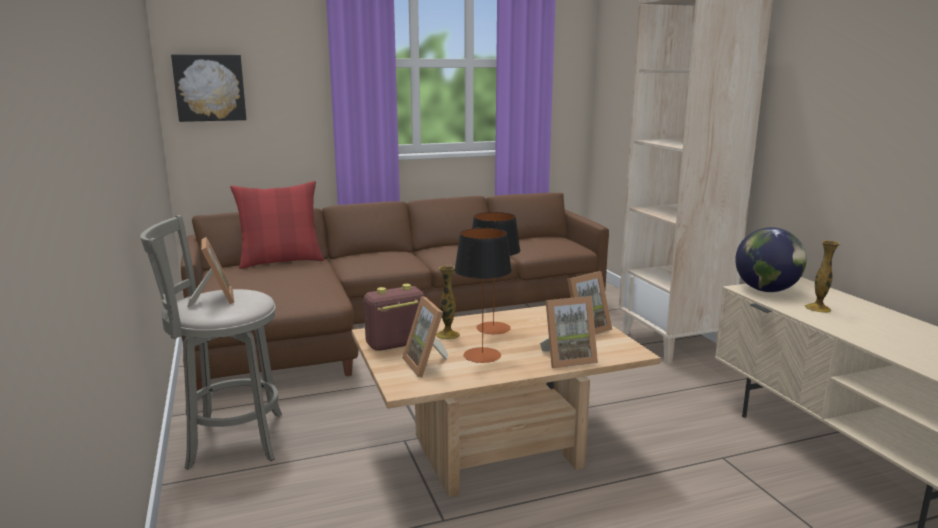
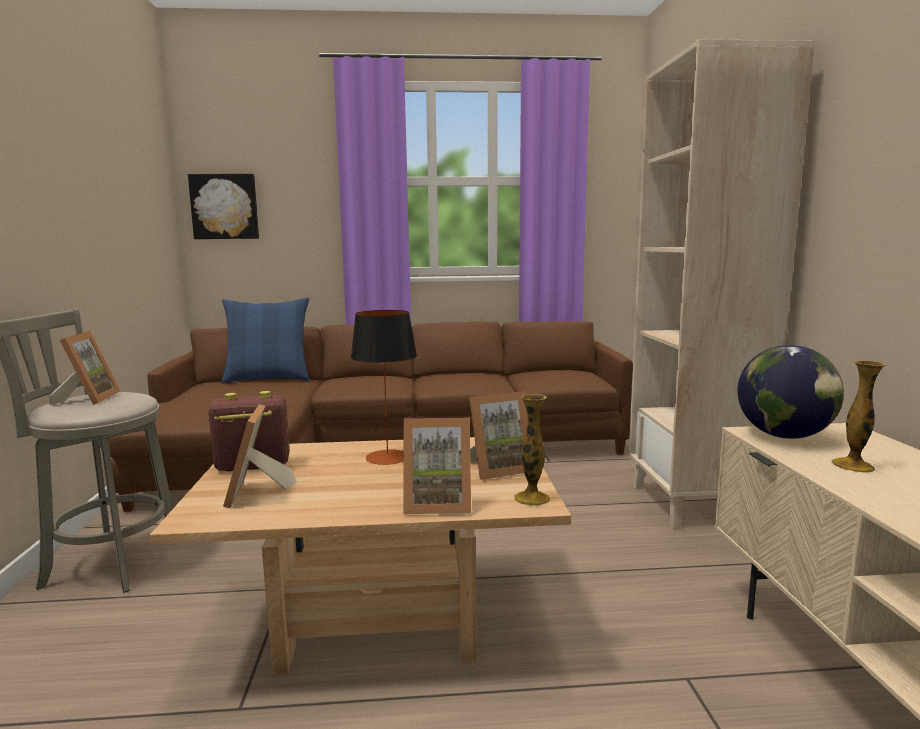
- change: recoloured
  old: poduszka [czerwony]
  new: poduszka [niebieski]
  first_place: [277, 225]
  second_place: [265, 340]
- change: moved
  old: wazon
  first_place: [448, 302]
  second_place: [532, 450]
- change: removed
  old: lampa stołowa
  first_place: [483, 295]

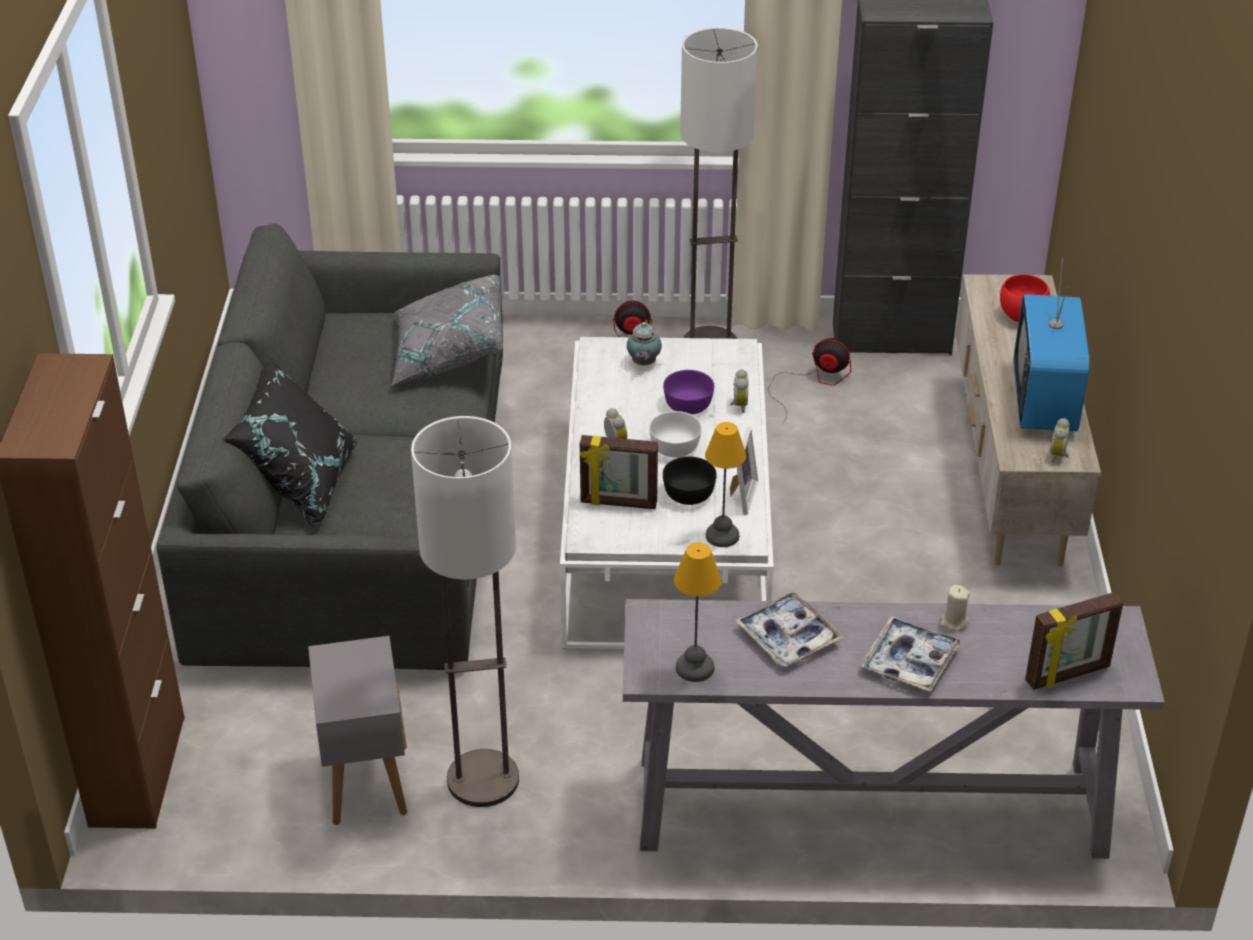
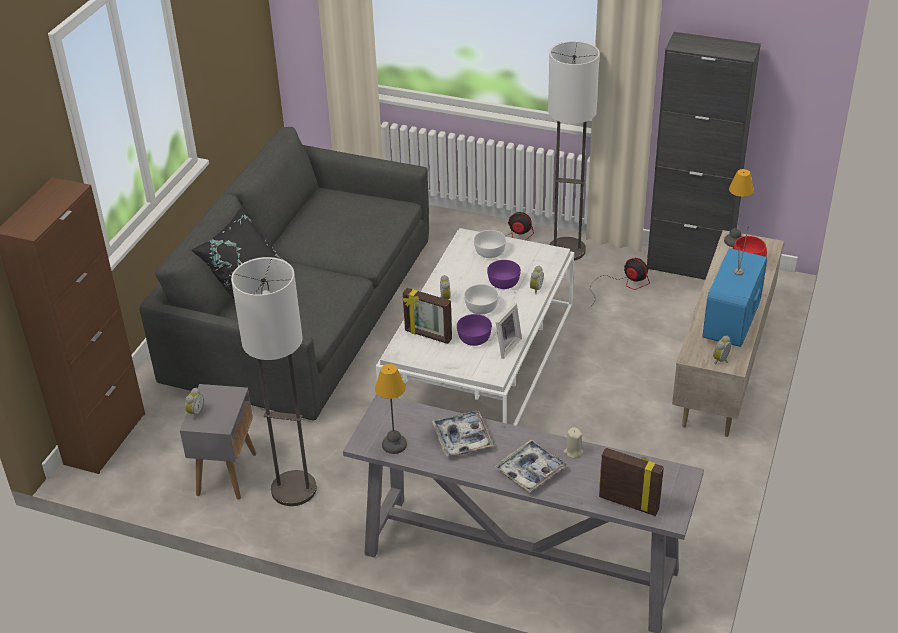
- change: added
  new: budzik
  second_place: [194, 403]
- change: recoloured
  old: miska [czarny]
  new: miska [fioletowy]
  first_place: [690, 481]
  second_place: [474, 330]
- change: replaced
  old: imbryk
  new: miska [biały]
  first_place: [644, 343]
  second_place: [490, 244]
- change: turned
  old: ramka na zdjęcie
  first_place: [1074, 641]
  second_place: [631, 482]
  degrees: -150
- change: moved
  old: lampa stołowa
  first_place: [725, 484]
  second_place: [739, 208]
- change: removed
  old: poduszka [szary]
  first_place: [447, 330]

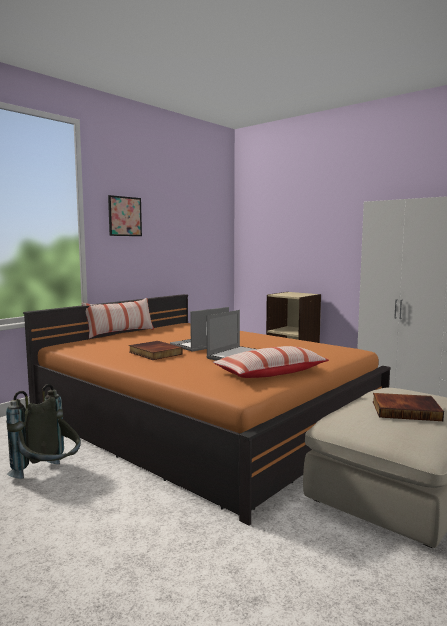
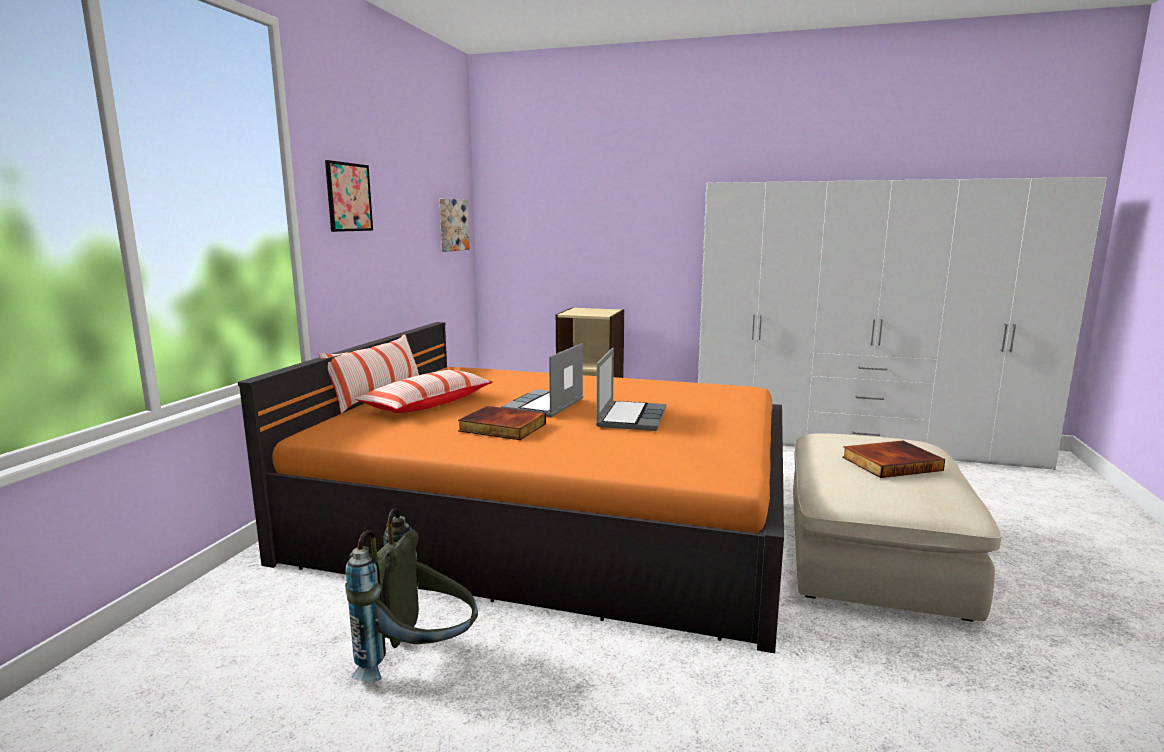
- change: moved
  old: poduszka
  first_place: [271, 362]
  second_place: [424, 391]
- change: added
  new: obraz
  second_place: [454, 225]

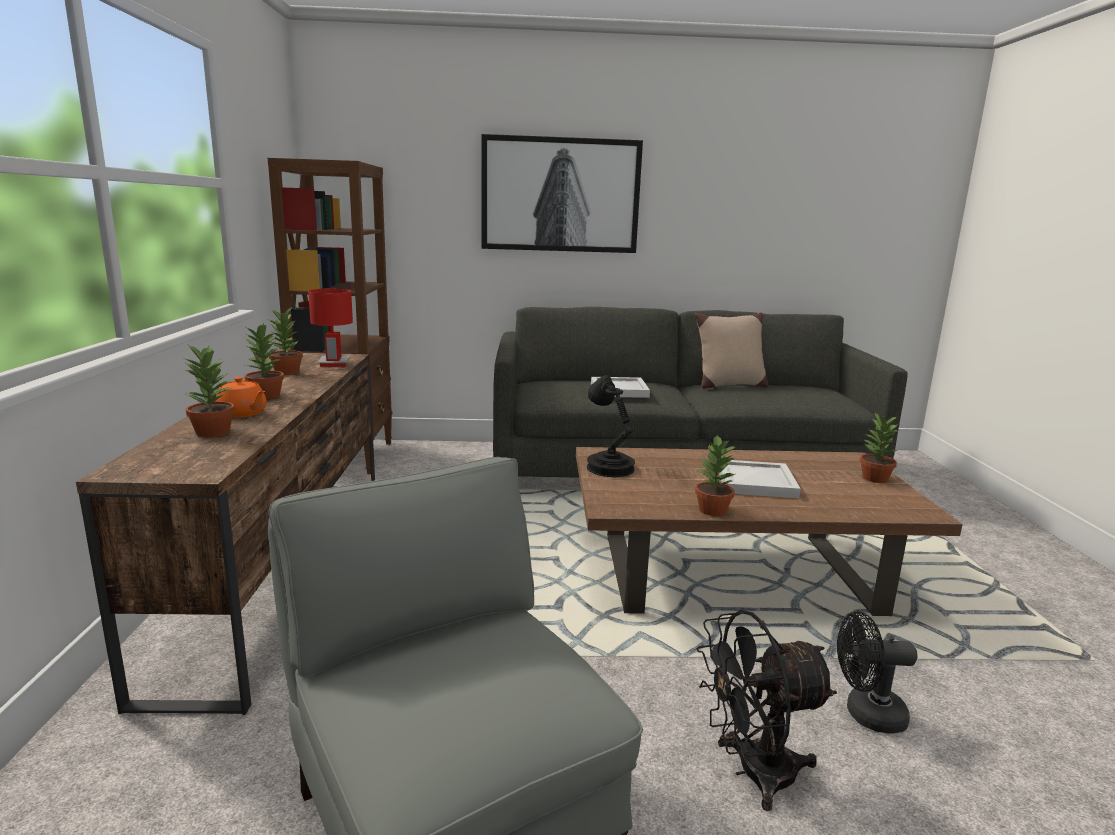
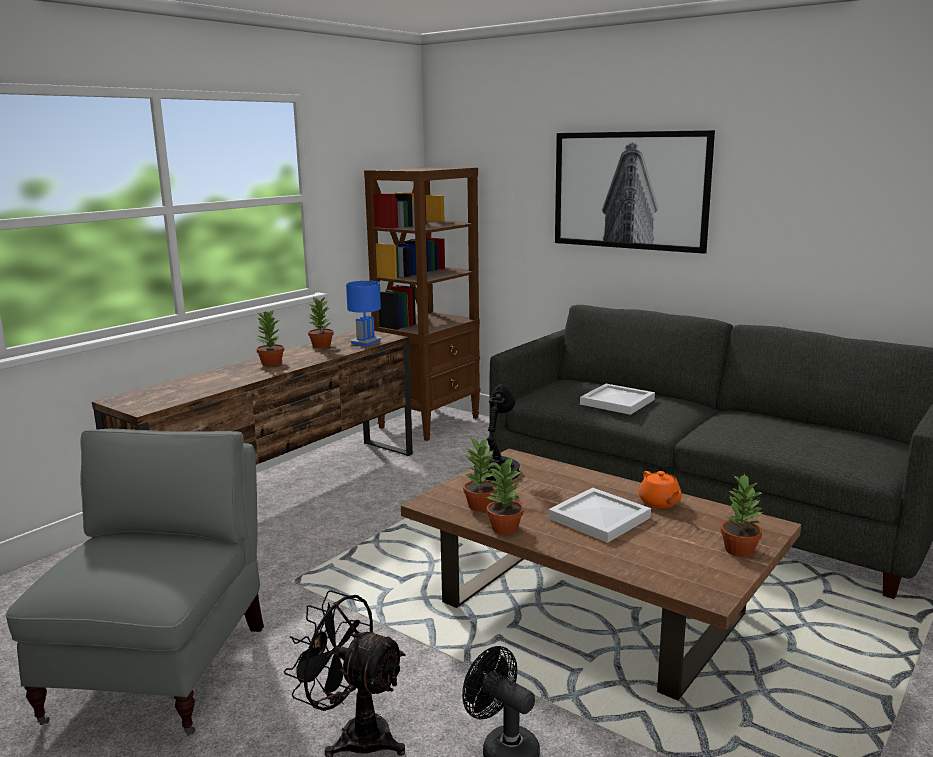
- change: recoloured
  old: lampa stołowa [czerwony]
  new: lampa stołowa [niebieski]
  first_place: [330, 328]
  second_place: [364, 313]
- change: moved
  old: roślina doniczkowa
  first_place: [209, 391]
  second_place: [480, 474]
- change: moved
  old: imbryk [pomarańczowy]
  first_place: [241, 397]
  second_place: [660, 489]
- change: removed
  old: poduszka [beżowy]
  first_place: [732, 350]

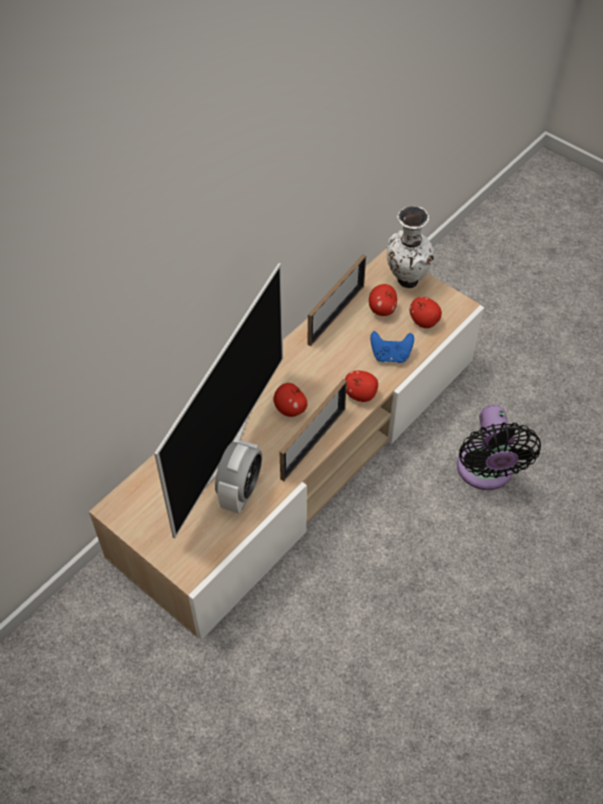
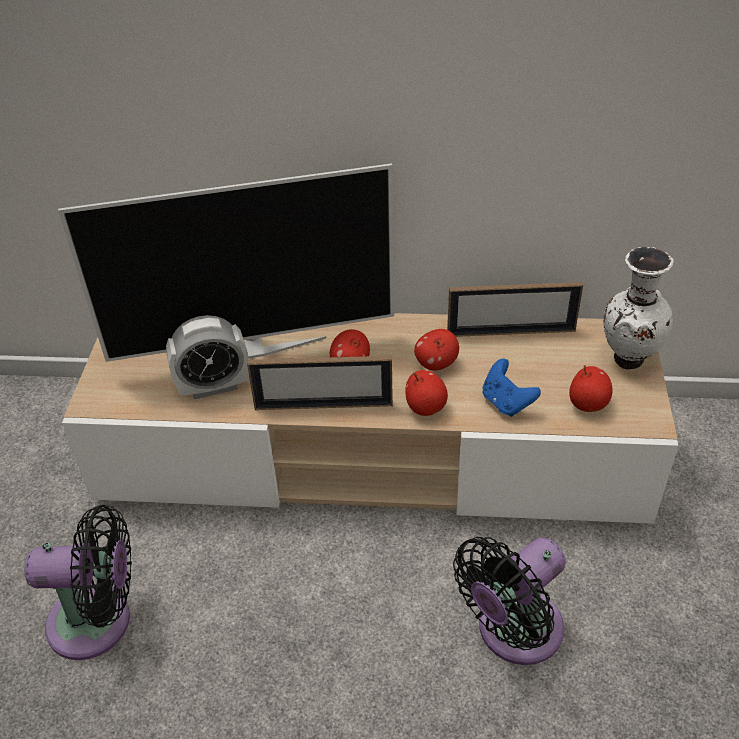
- change: added
  new: wentylator [czarny]
  second_place: [78, 582]
- change: moved
  old: jabłko
  first_place: [383, 300]
  second_place: [436, 349]

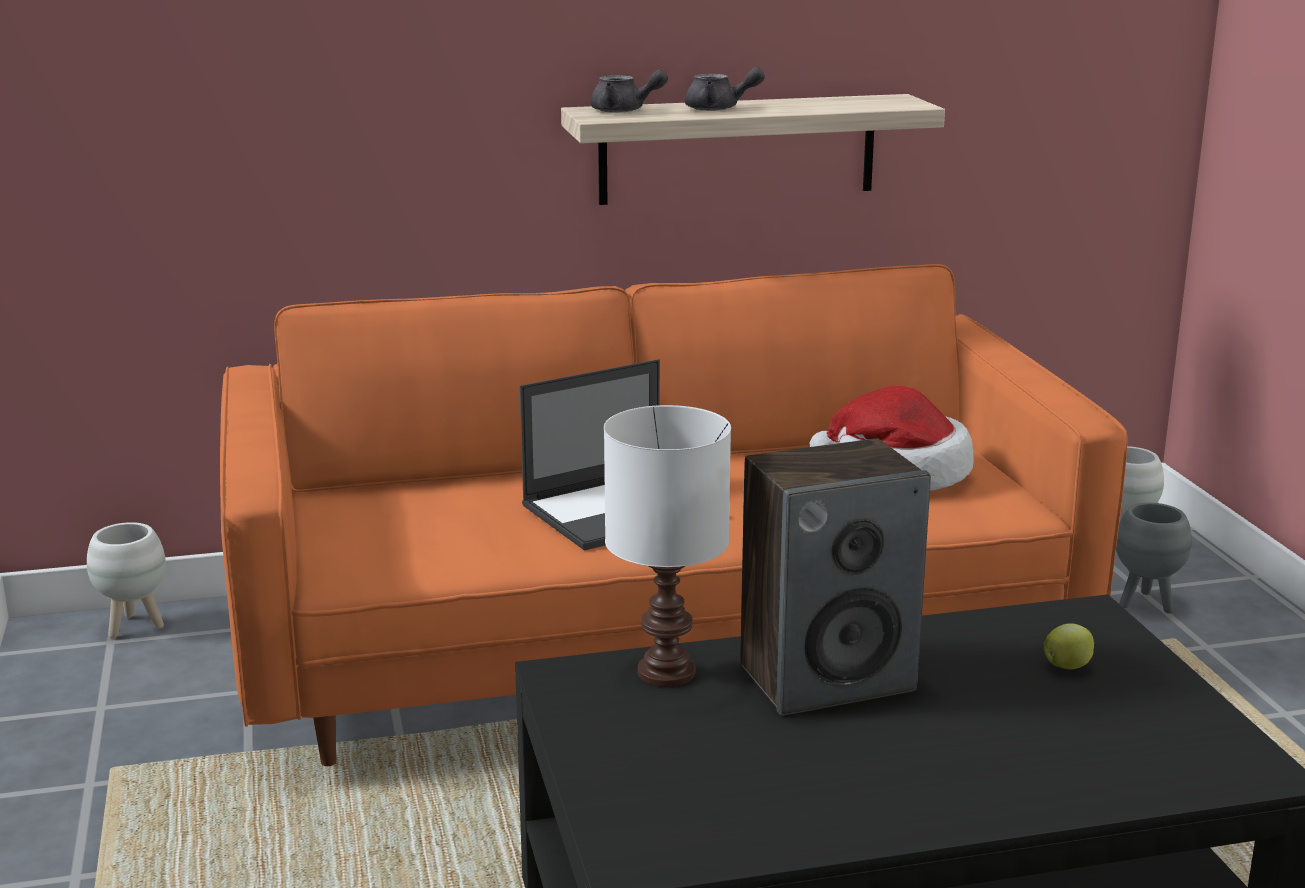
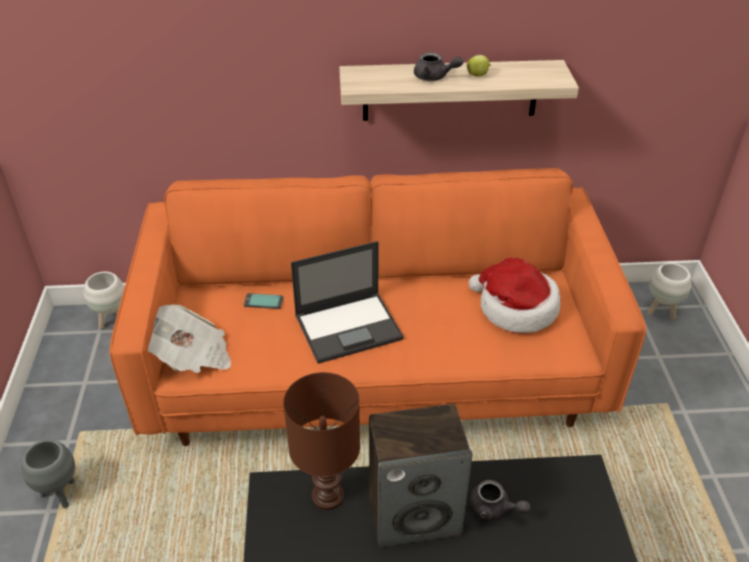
- change: moved
  old: donica [szary]
  first_place: [1154, 558]
  second_place: [48, 473]
- change: added
  new: gazeta
  second_place: [189, 338]
- change: added
  new: telefon
  second_place: [263, 301]
- change: recoloured
  old: lampa stołowa [biały]
  new: lampa stołowa [brązowy]
  first_place: [667, 546]
  second_place: [321, 441]
- change: moved
  old: jabłko
  first_place: [1069, 646]
  second_place: [479, 66]
- change: moved
  old: imbryk [szary]
  first_place: [629, 91]
  second_place: [500, 500]

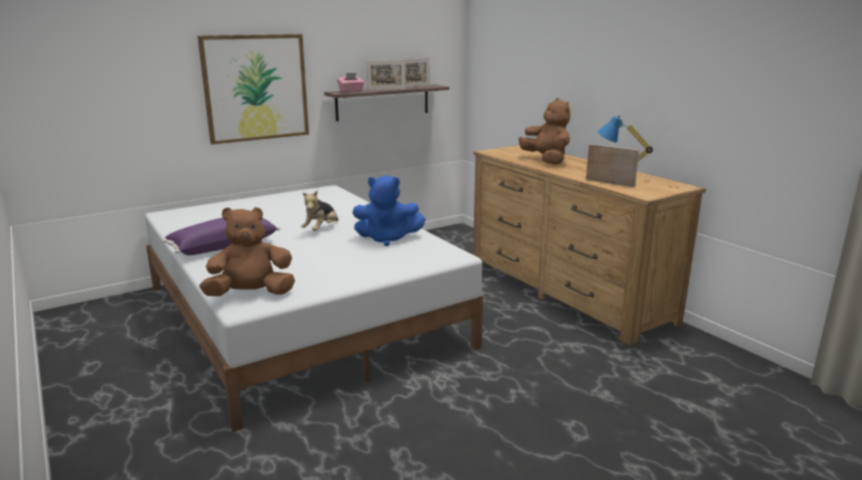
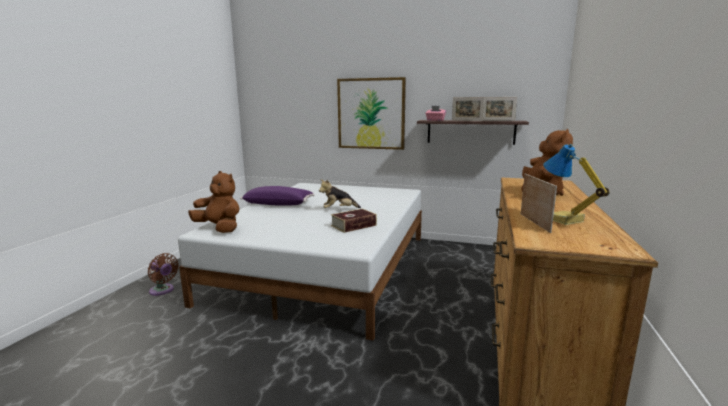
- change: added
  new: wentylator [brązowy]
  second_place: [163, 274]
- change: replaced
  old: pluszak [niebieski]
  new: książka
  first_place: [389, 211]
  second_place: [354, 221]

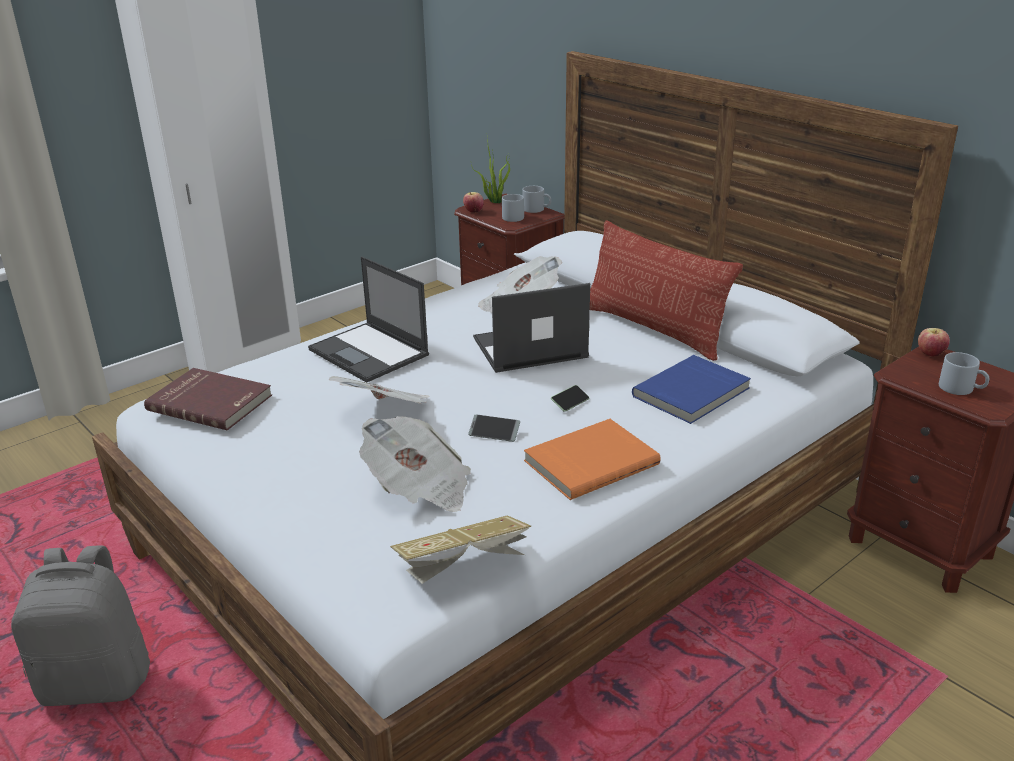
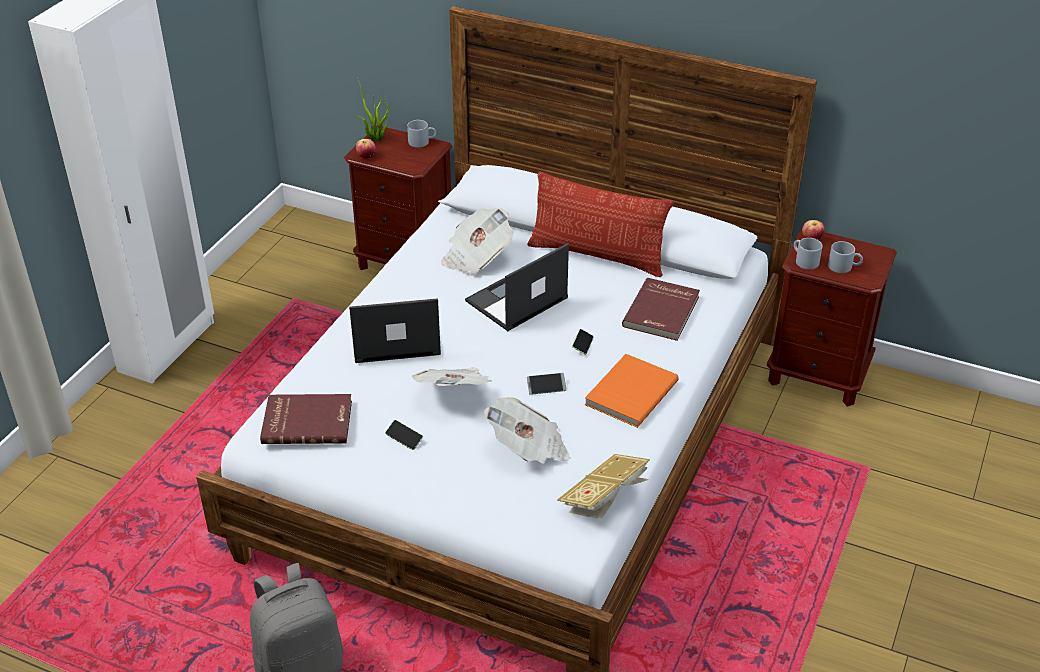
- change: turned
  old: laptop
  first_place: [368, 319]
  second_place: [395, 330]
  degrees: 150
- change: added
  new: telefon
  second_place: [404, 435]
- change: recoloured
  old: książka [niebieski]
  new: książka [czerwony]
  first_place: [691, 389]
  second_place: [661, 309]
- change: moved
  old: kubek [szary]
  first_place: [513, 208]
  second_place: [808, 254]

